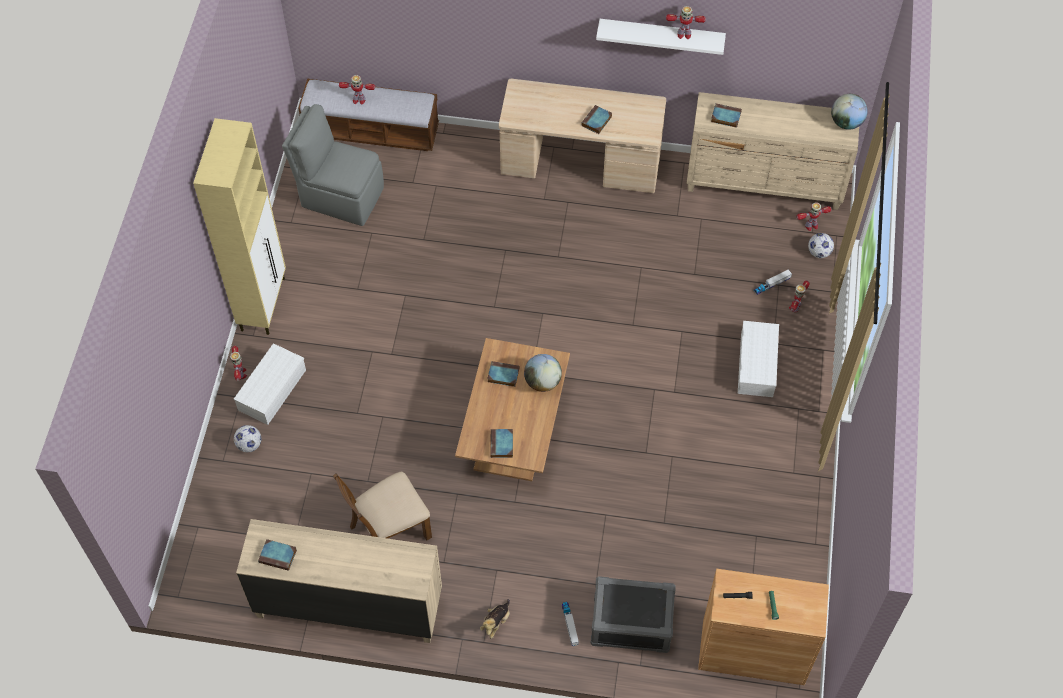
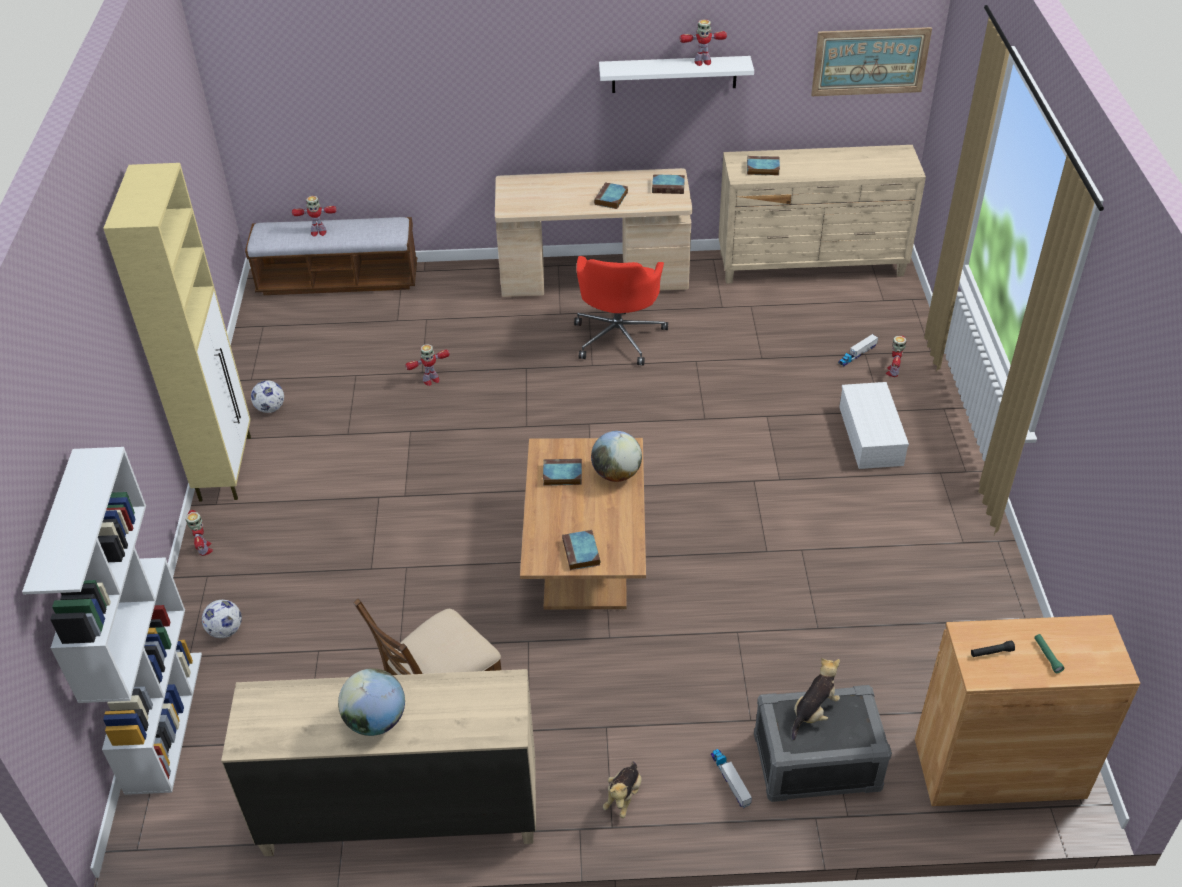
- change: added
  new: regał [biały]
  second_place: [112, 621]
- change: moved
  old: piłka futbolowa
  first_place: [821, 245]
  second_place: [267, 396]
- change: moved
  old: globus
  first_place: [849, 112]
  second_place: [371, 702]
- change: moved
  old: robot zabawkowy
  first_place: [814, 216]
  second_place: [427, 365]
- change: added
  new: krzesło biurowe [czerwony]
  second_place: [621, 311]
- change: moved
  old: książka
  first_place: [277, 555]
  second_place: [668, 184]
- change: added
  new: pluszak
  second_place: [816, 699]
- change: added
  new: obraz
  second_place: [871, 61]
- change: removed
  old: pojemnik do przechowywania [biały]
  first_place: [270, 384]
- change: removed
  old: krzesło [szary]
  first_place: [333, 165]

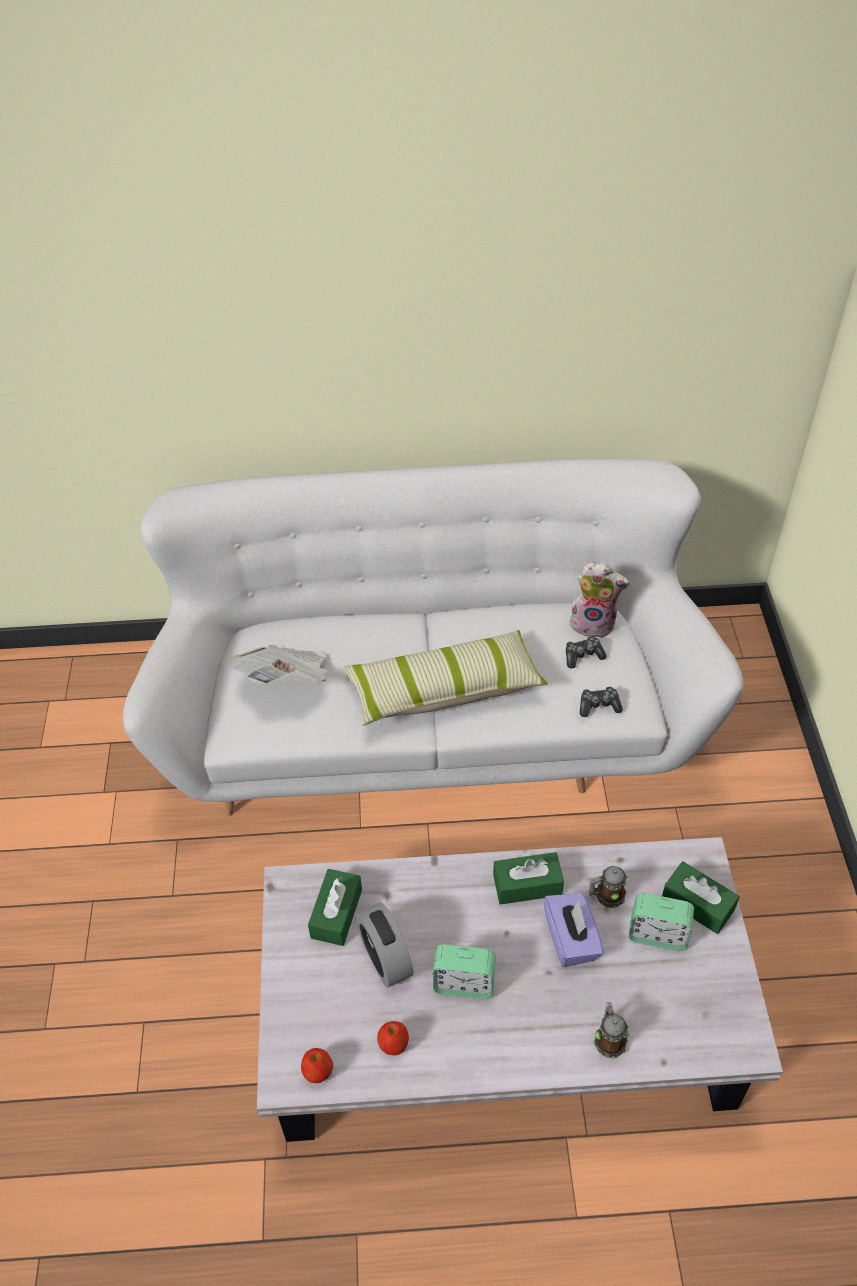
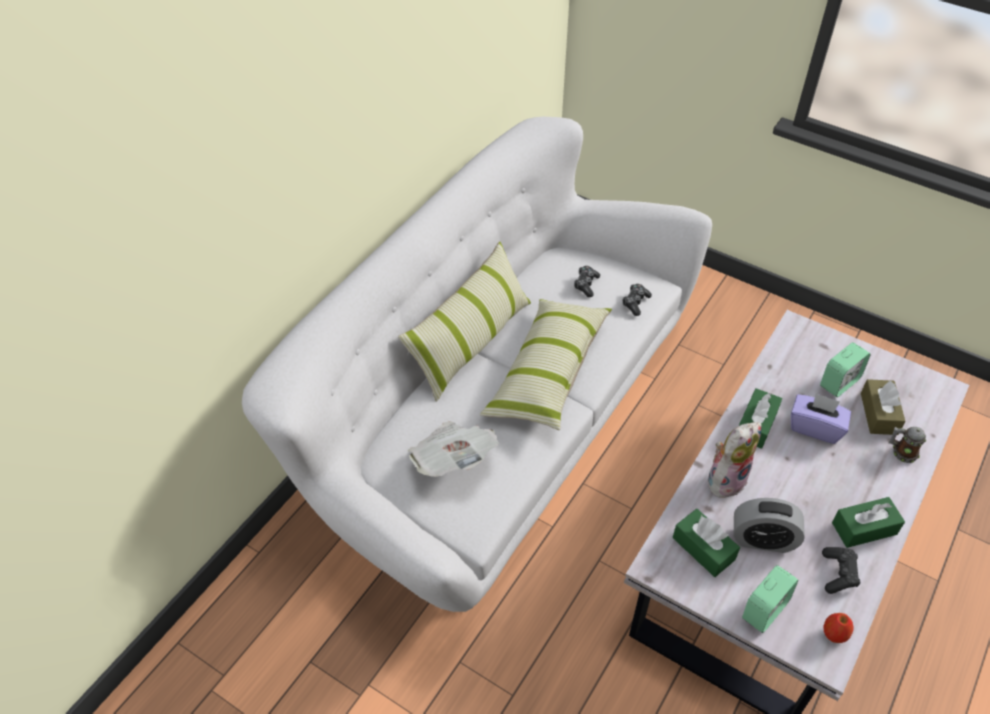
- change: added
  new: poduszka
  second_place: [464, 321]
- change: moved
  old: pluszak
  first_place: [600, 600]
  second_place: [735, 459]
- change: moved
  old: budzik
  first_place: [464, 971]
  second_place: [770, 599]
- change: replaced
  old: jabłko
  new: pad do gier [czarny]
  first_place: [393, 1038]
  second_place: [841, 570]
- change: moved
  old: pudełko chusteczek [zielony]
  first_place: [701, 897]
  second_place: [868, 522]
- change: added
  new: pudełko chusteczek [brązowy]
  second_place: [883, 407]
- change: removed
  old: kubek
  first_place: [608, 887]

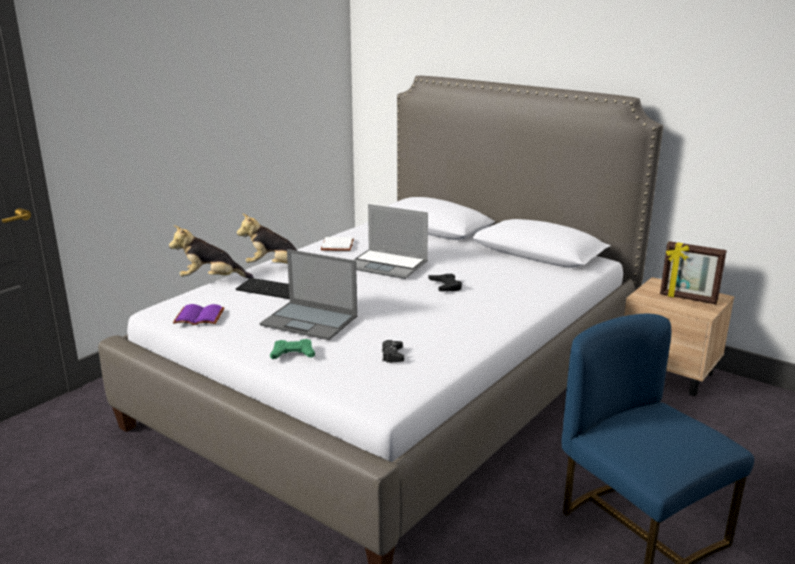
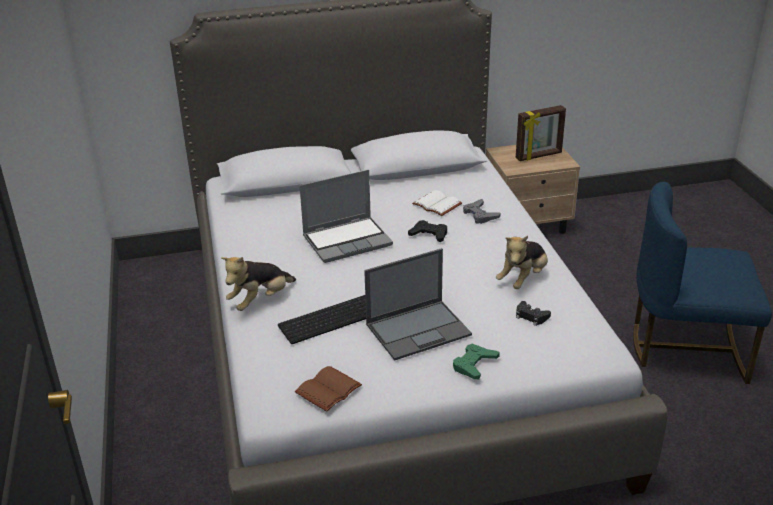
- change: recoloured
  old: książka [fioletowy]
  new: książka [brązowy]
  first_place: [198, 314]
  second_place: [328, 389]
- change: moved
  old: książka [biały]
  first_place: [337, 244]
  second_place: [437, 203]
- change: added
  new: pad do gier [szary]
  second_place: [482, 211]
- change: moved
  old: pluszak
  first_place: [211, 252]
  second_place: [522, 262]

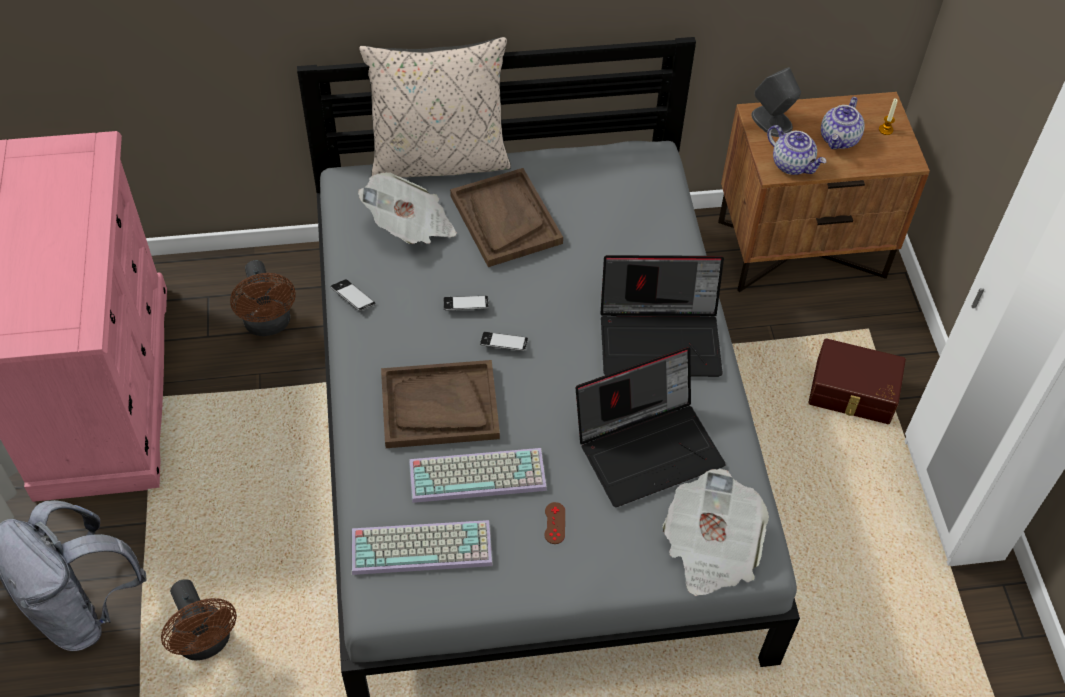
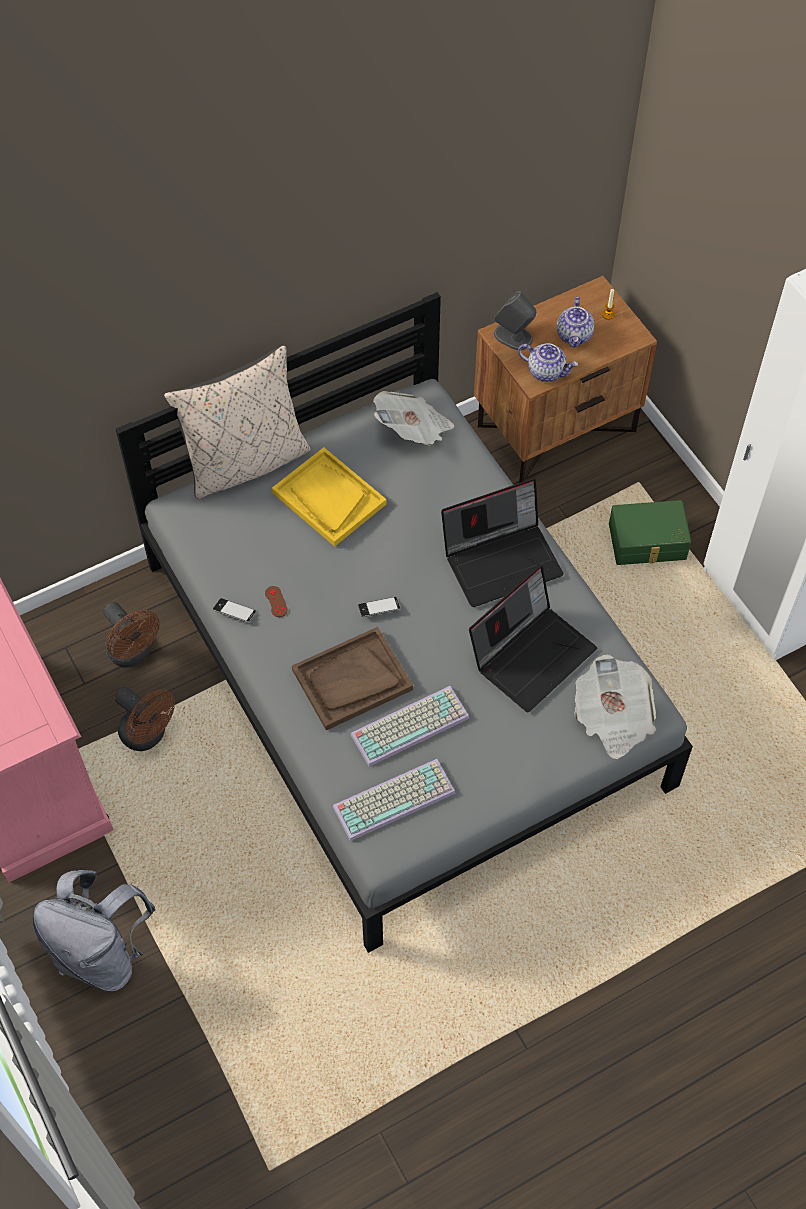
- change: moved
  old: wentylator [brązowy]
  first_place: [199, 620]
  second_place: [145, 719]
- change: moved
  old: pad do gier [brązowy]
  first_place: [555, 523]
  second_place: [276, 601]
- change: recoloured
  old: taca [brązowy]
  new: taca [żółty]
  first_place: [506, 217]
  second_place: [329, 497]
- change: moved
  old: gazeta
  first_place: [407, 208]
  second_place: [413, 418]
- change: recoloured
  old: pojemnik do przechowywania [brązowy]
  new: pojemnik do przechowywania [zielony]
  first_place: [857, 381]
  second_place: [650, 532]
- change: removed
  old: telefon
  first_place: [466, 303]

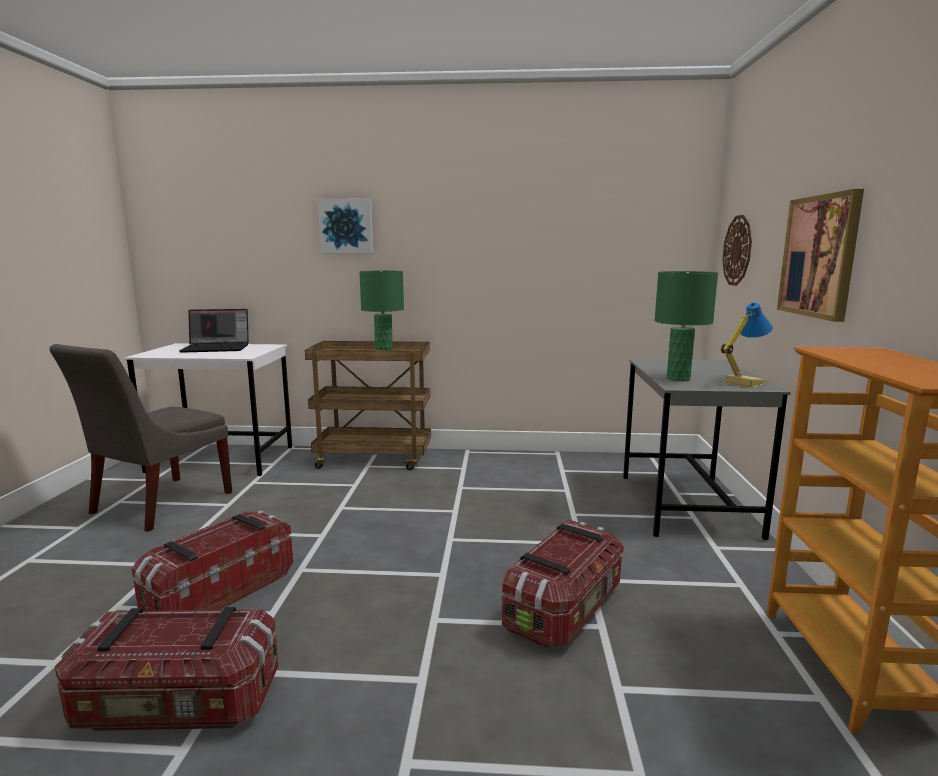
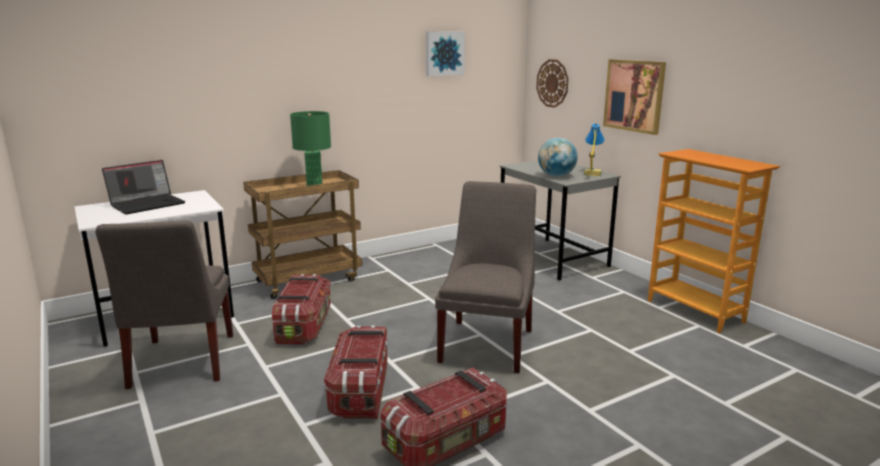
- change: moved
  old: pojemnik do przechowywania
  first_place: [563, 583]
  second_place: [301, 309]
- change: moved
  old: obraz
  first_place: [345, 226]
  second_place: [445, 54]
- change: added
  new: krzesło [szary]
  second_place: [485, 277]
- change: replaced
  old: lampa stołowa [zielony]
  new: globus
  first_place: [686, 326]
  second_place: [558, 157]

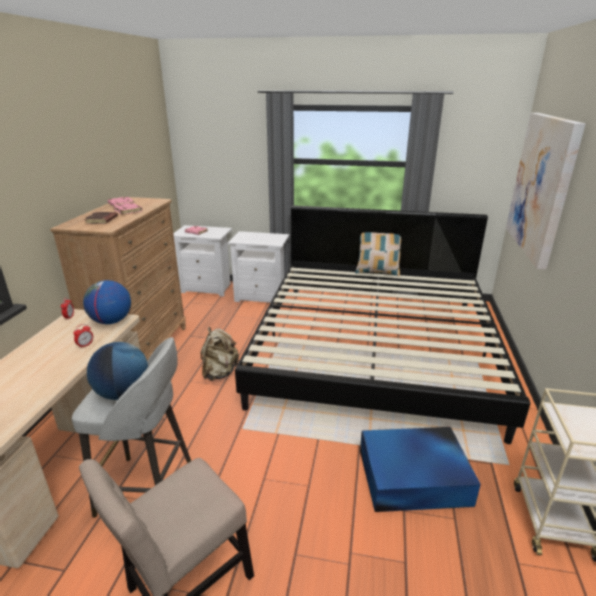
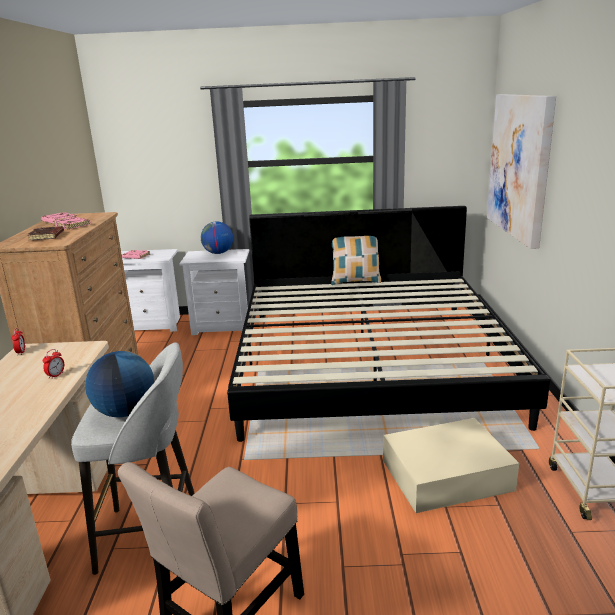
- change: moved
  old: globus
  first_place: [107, 302]
  second_place: [217, 237]
- change: recoloured
  old: pojemnik do przechowywania [niebieski]
  new: pojemnik do przechowywania [beżowy]
  first_place: [420, 469]
  second_place: [451, 465]
- change: removed
  old: plecak [beżowy]
  first_place: [220, 354]

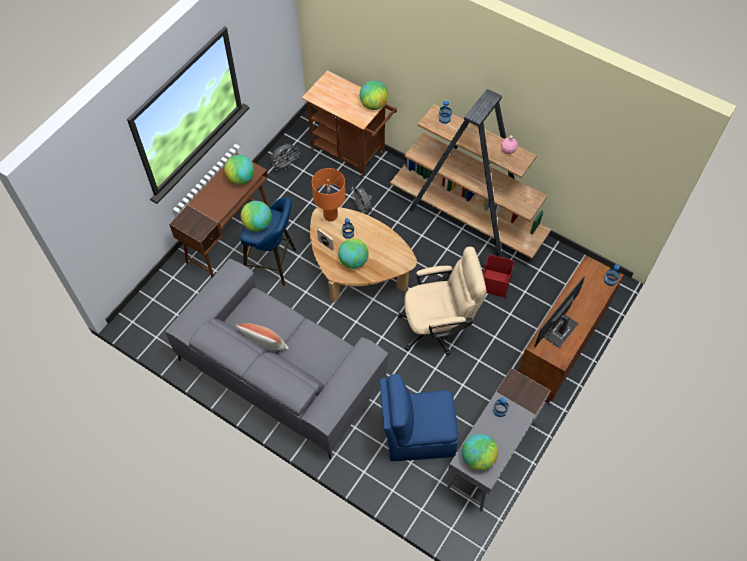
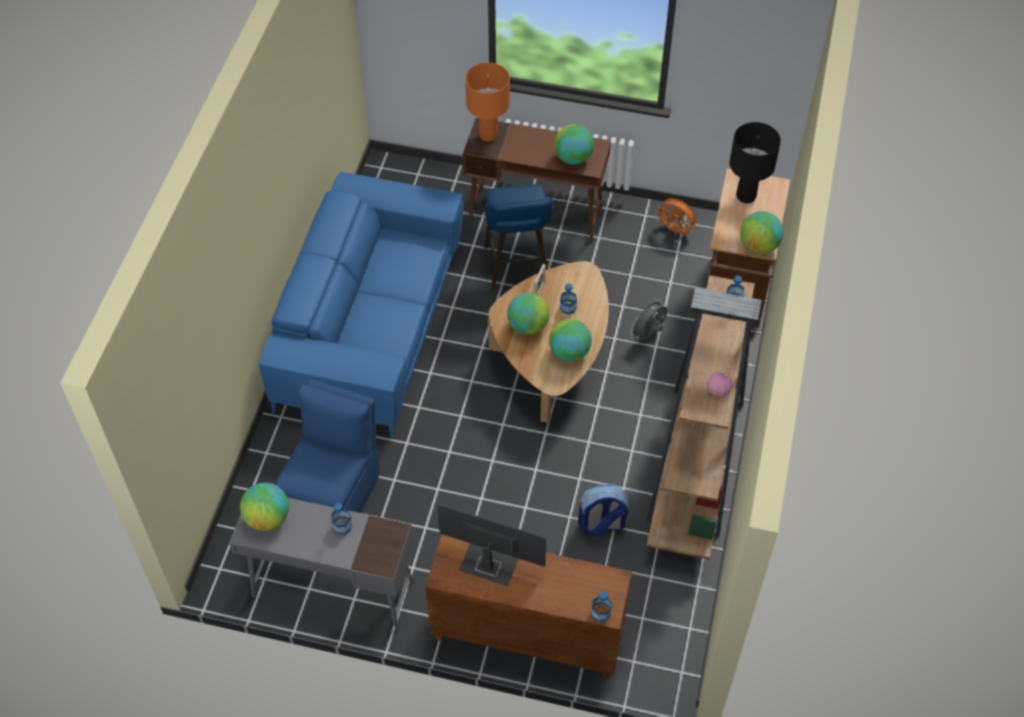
- change: recoloured
  old: kanapa [szary]
  new: kanapa [niebieski]
  first_place: [276, 359]
  second_place: [361, 305]
- change: turned
  old: krzesło [niebieski]
  first_place: [419, 417]
  second_place: [328, 446]
  degrees: 45
- change: moved
  old: lampa stołowa [pomarańczowy]
  first_place: [329, 194]
  second_place: [487, 102]
- change: moved
  old: globus
  first_place: [256, 216]
  second_place: [570, 340]
- change: replaced
  old: pojemnik do przechowywania [czerwony]
  new: plecak
  first_place: [498, 275]
  second_place: [603, 510]
- change: recoloured
  old: wentylator [szary]
  new: wentylator [pomarańczowy]
  first_place: [285, 157]
  second_place: [675, 217]
- change: added
  new: lampa stołowa [czarny]
  second_place: [755, 162]
- change: removed
  old: poduszka
  first_place: [262, 336]
- change: removed
  old: krzesło biurowe [beżowy]
  first_place: [441, 300]

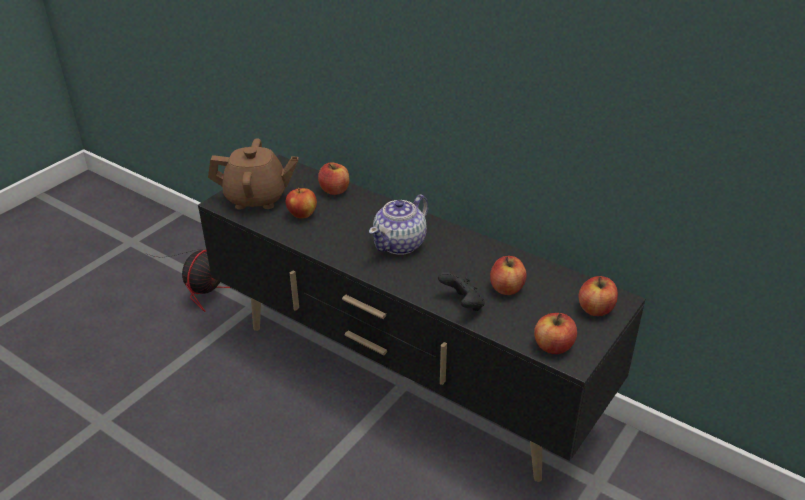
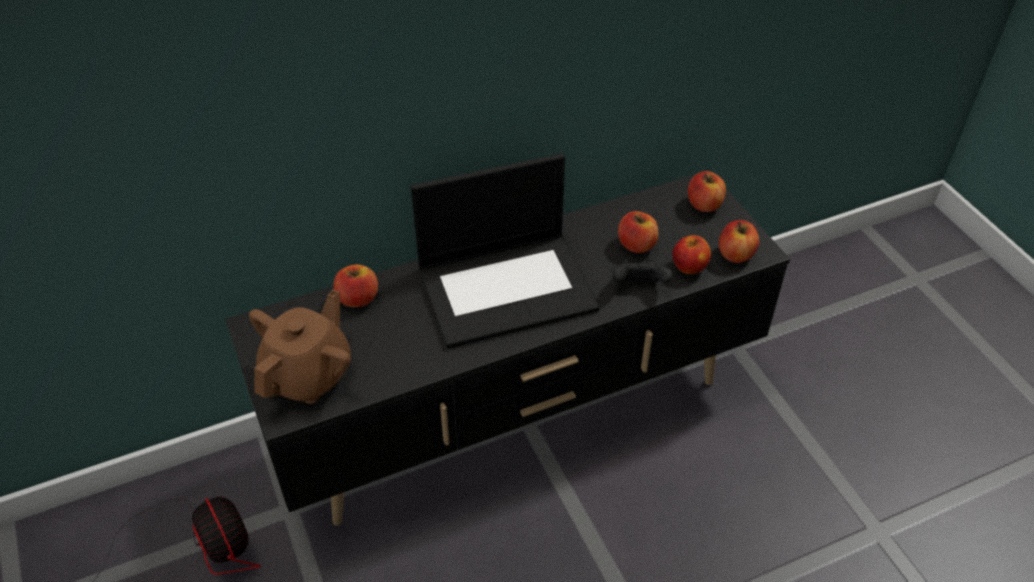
- change: replaced
  old: imbryk
  new: laptop
  first_place: [399, 224]
  second_place: [505, 251]
- change: moved
  old: jabłko
  first_place: [301, 203]
  second_place: [691, 254]

